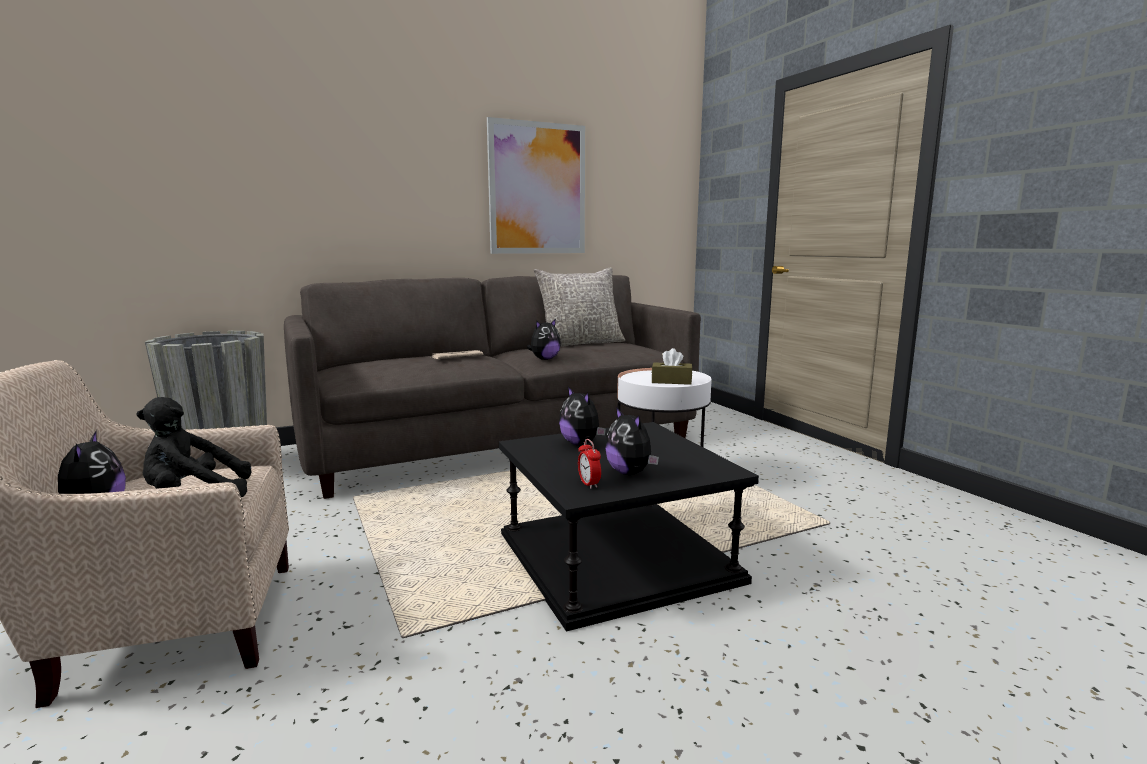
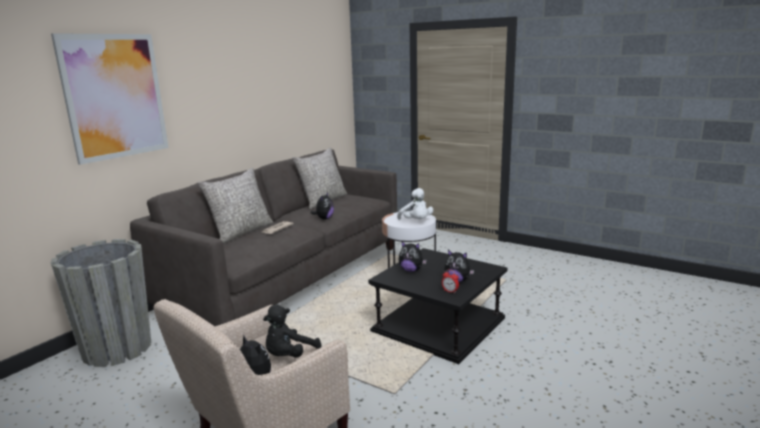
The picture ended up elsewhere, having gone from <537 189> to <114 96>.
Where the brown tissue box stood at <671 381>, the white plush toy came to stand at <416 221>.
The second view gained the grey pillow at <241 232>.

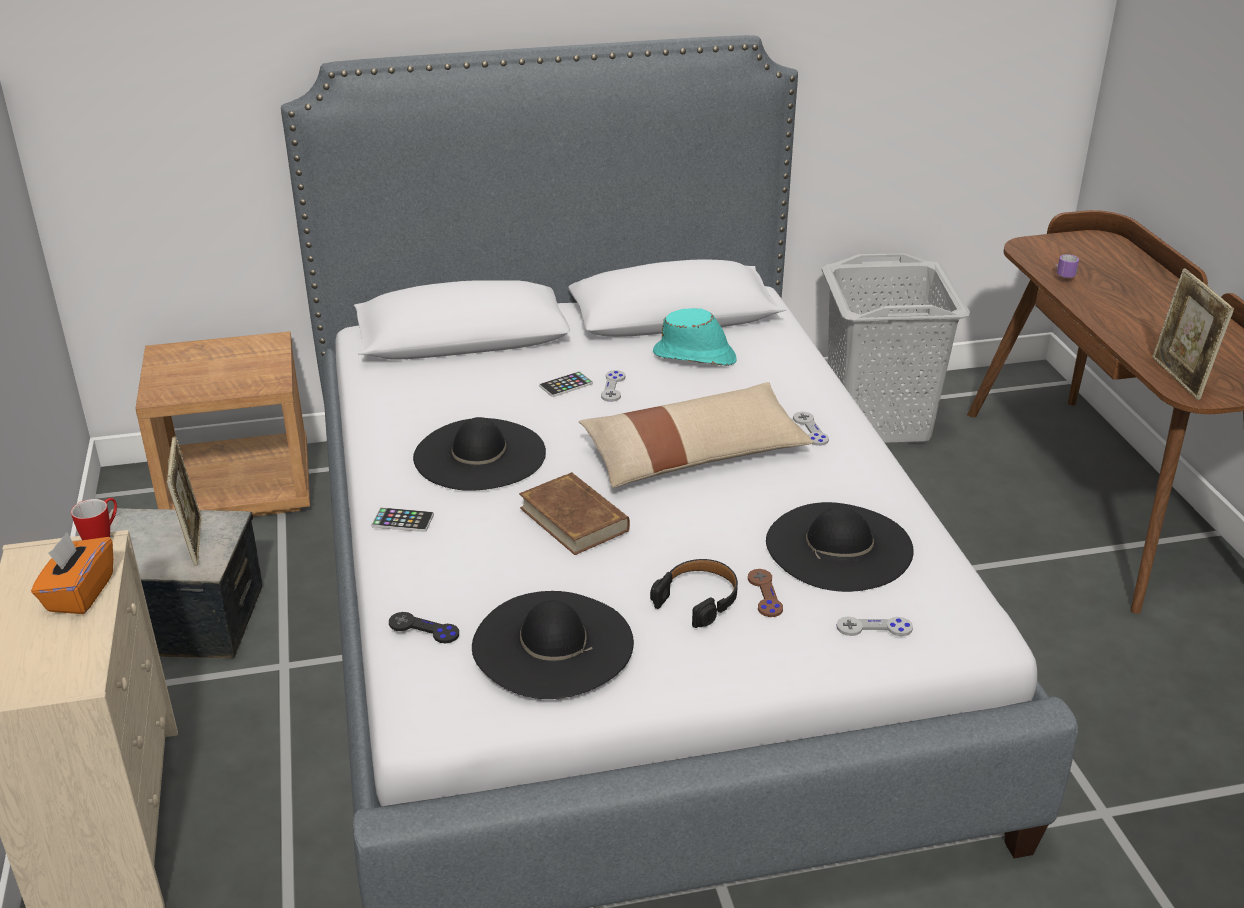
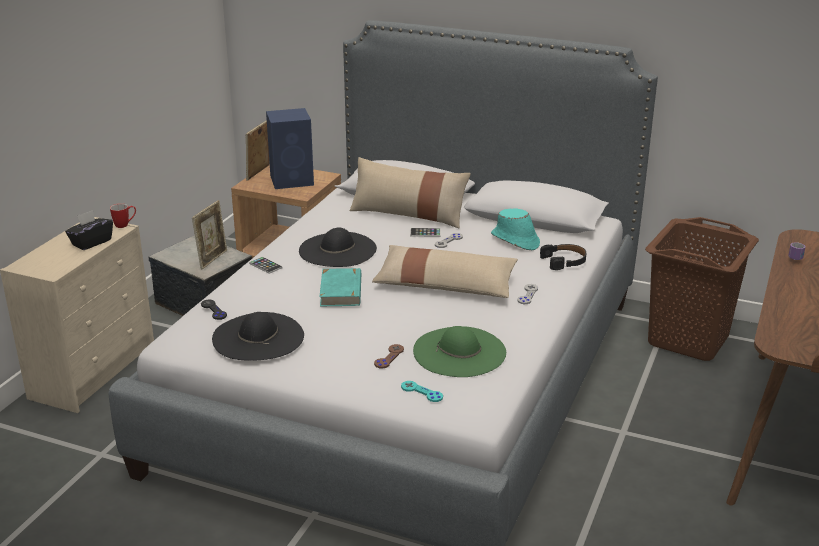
What was the grey laundry basket at <878 421> turned into the brown laundry basket at <689 339>.
The picture frame ended up elsewhere, having gone from <1179 378> to <259 173>.
What was the brown book at <574 519> turned into the turquoise book at <341 291>.
What was the black hat at <839 546> turned into the green hat at <459 352>.
What was the orange tissue box at <79 593> turned into the black tissue box at <91 242>.
The black headphones ended up elsewhere, having gone from <698 599> to <564 261>.
What was the grey game controller at <874 628> turned into the turquoise game controller at <421 392>.
The second view gained the blue speaker at <293 180>.
The second view gained the beige pillow at <408 214>.

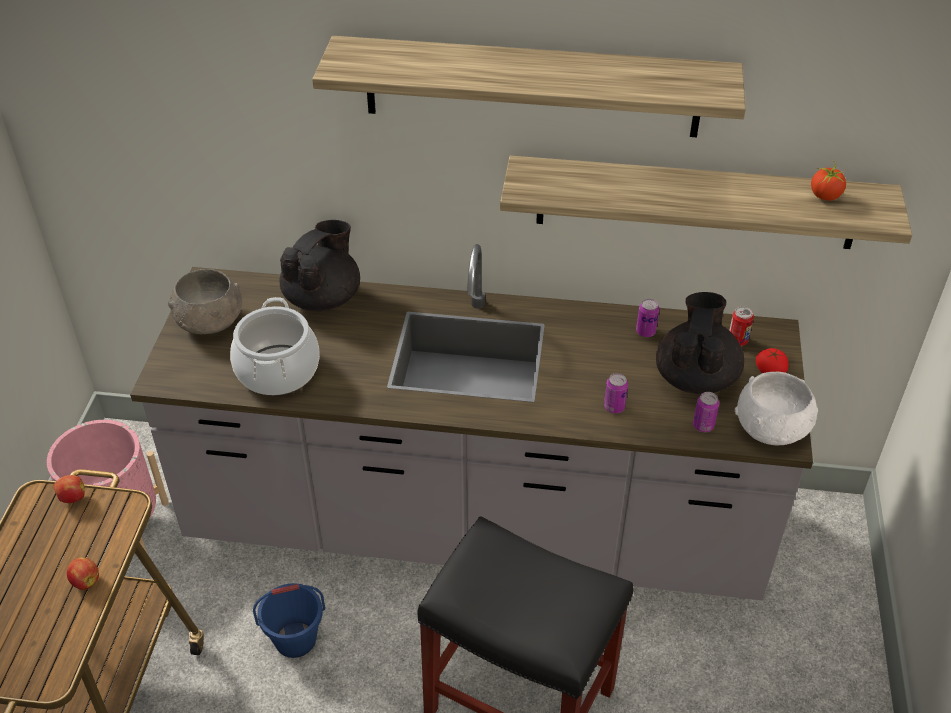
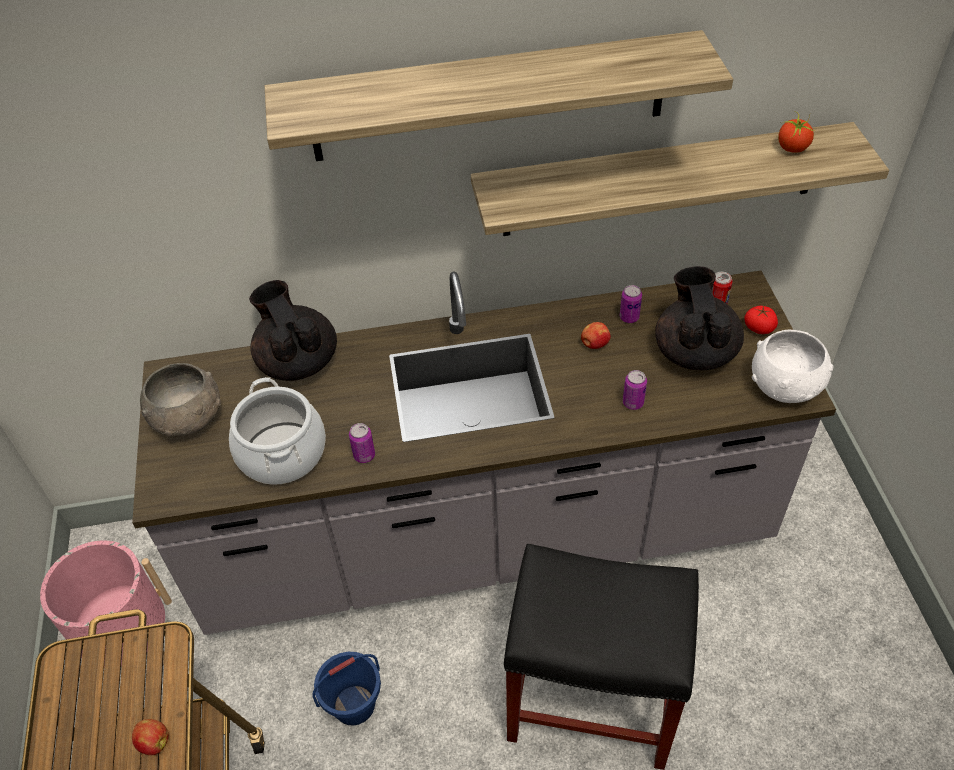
The black teapot at <323 298> ended up facing another way, 45 degrees counterclockwise from before.
The can ended up elsewhere, having gone from <703 426> to <364 455>.
The apple ended up elsewhere, having gone from <72 498> to <594 344>.

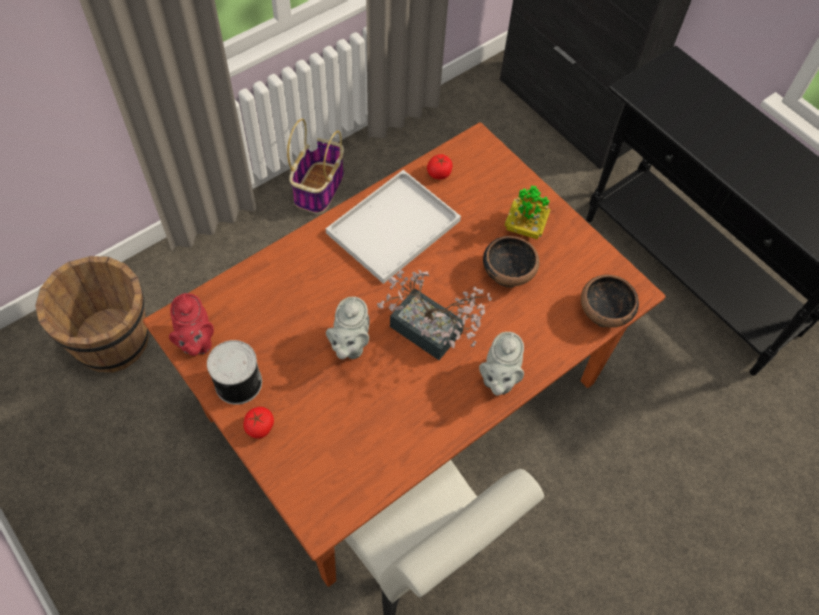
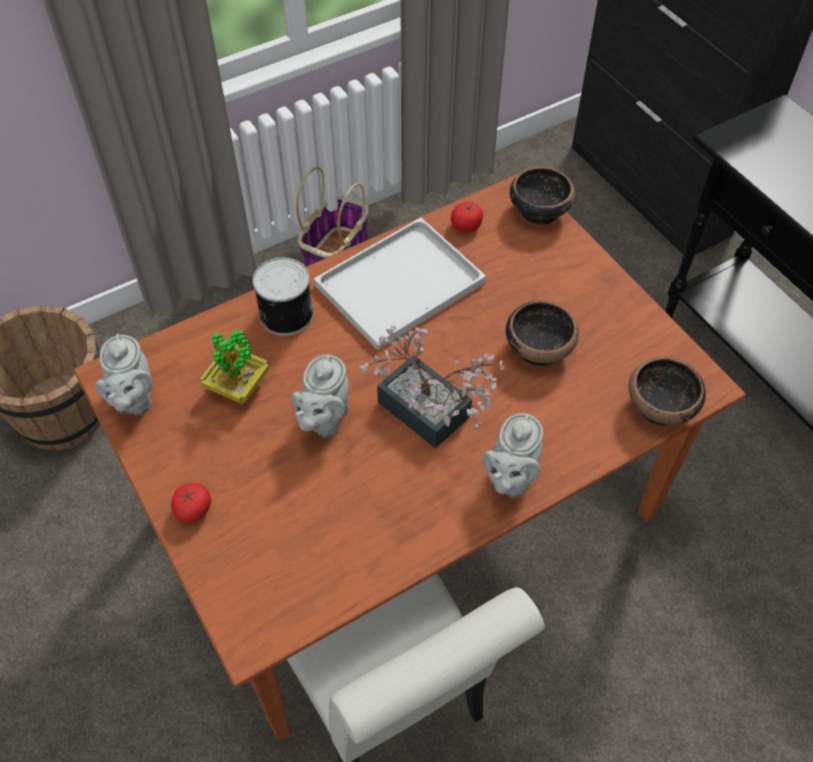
The potted plant ended up elsewhere, having gone from <525 227> to <238 386>.
What was the red teapot at <196 341> turned into the grey teapot at <133 400>.
The can ended up elsewhere, having gone from <237 383> to <285 314>.
The second view gained the bowl at <538 211>.

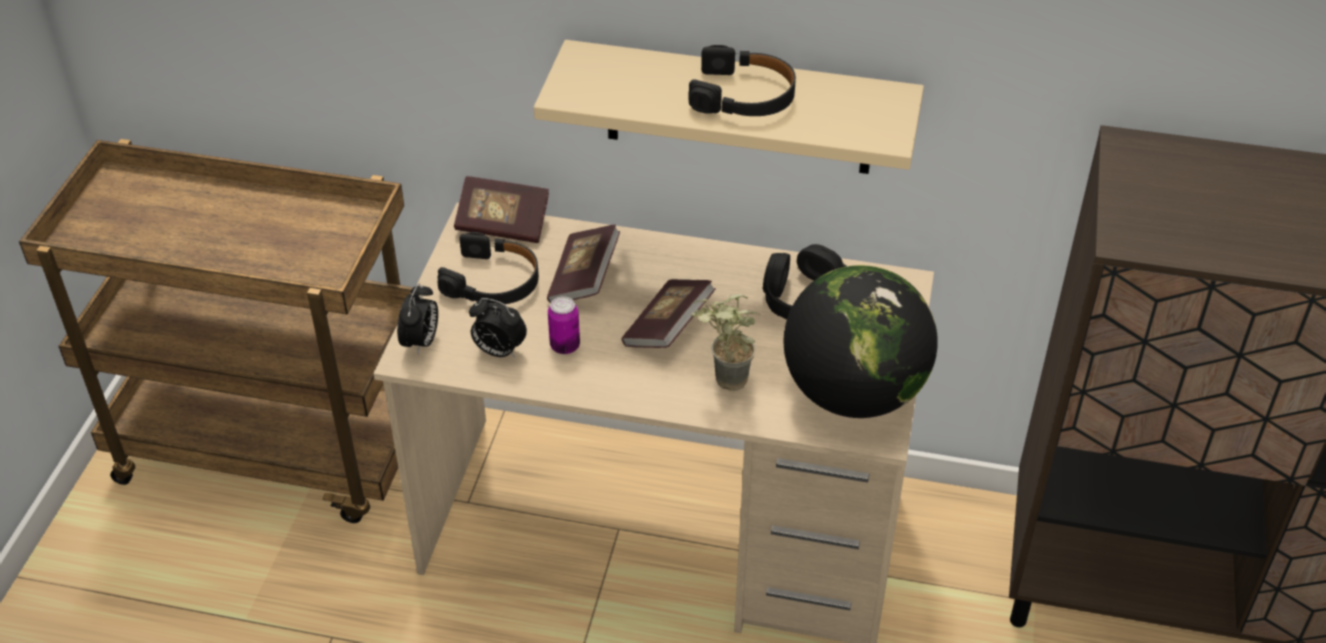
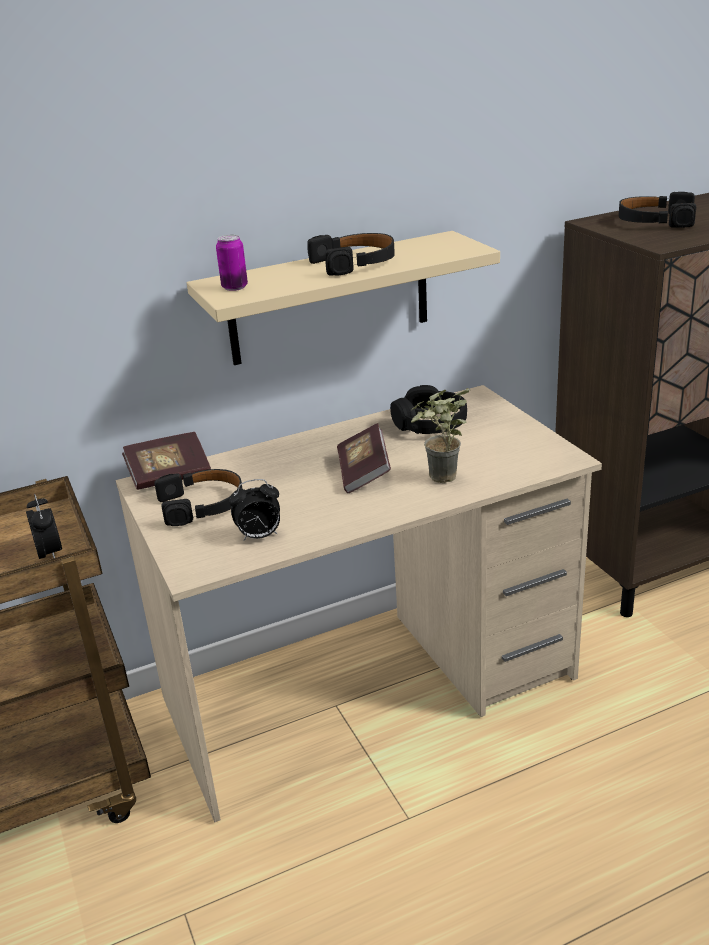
The second view lost the book at <584 279>.
The second view lost the globe at <853 393>.
The alarm clock ended up elsewhere, having gone from <421 342> to <50 554>.
The can ended up elsewhere, having gone from <565 346> to <234 287>.
The second view gained the black headphones at <655 221>.

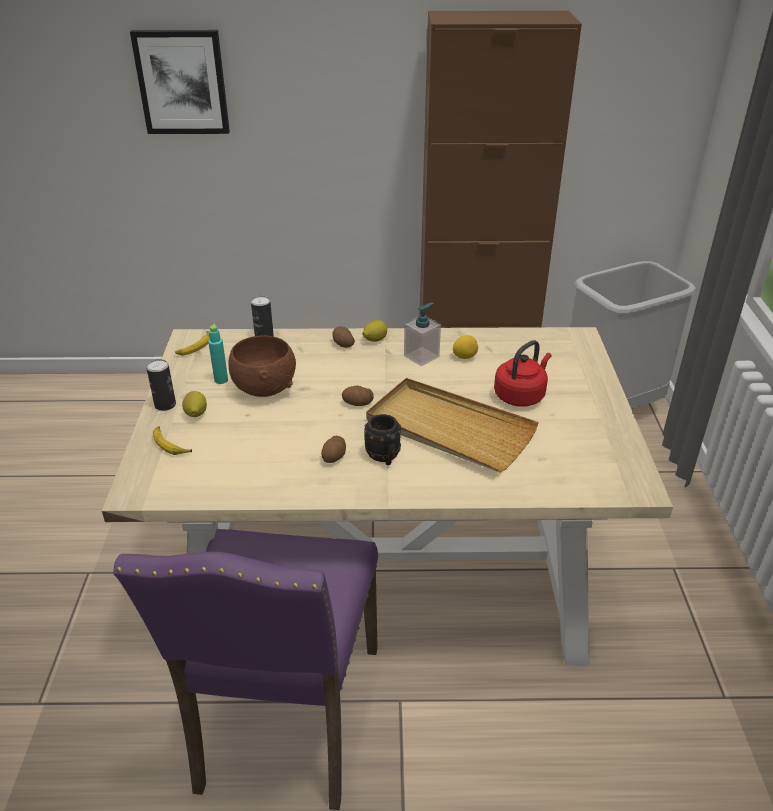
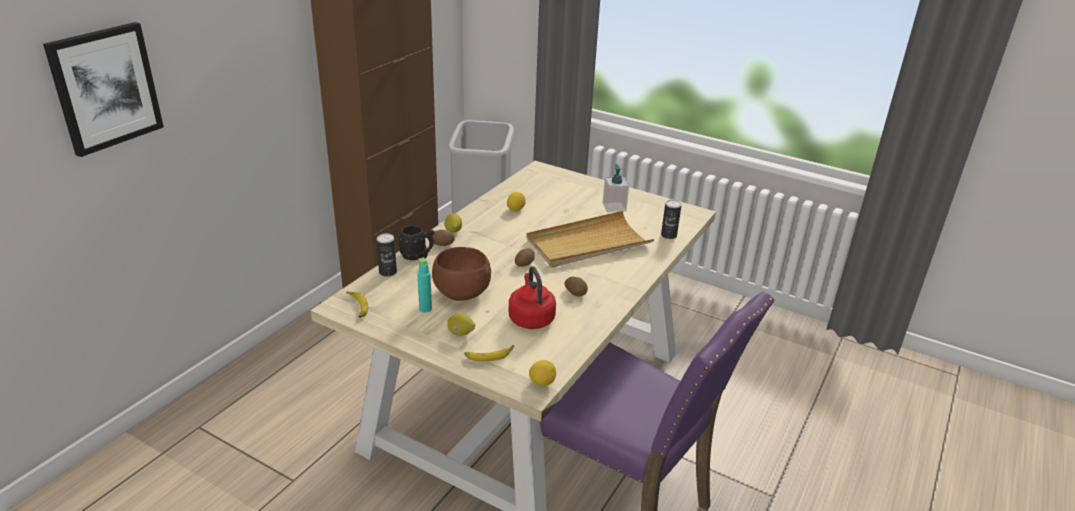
The soap dispenser ended up elsewhere, having gone from <421 356> to <614 207>.
The red kettle ended up elsewhere, having gone from <521 395> to <531 318>.
The can ended up elsewhere, having gone from <165 405> to <668 235>.
The black mug ended up elsewhere, having gone from <384 457> to <417 256>.
The second view gained the lemon at <542 382>.

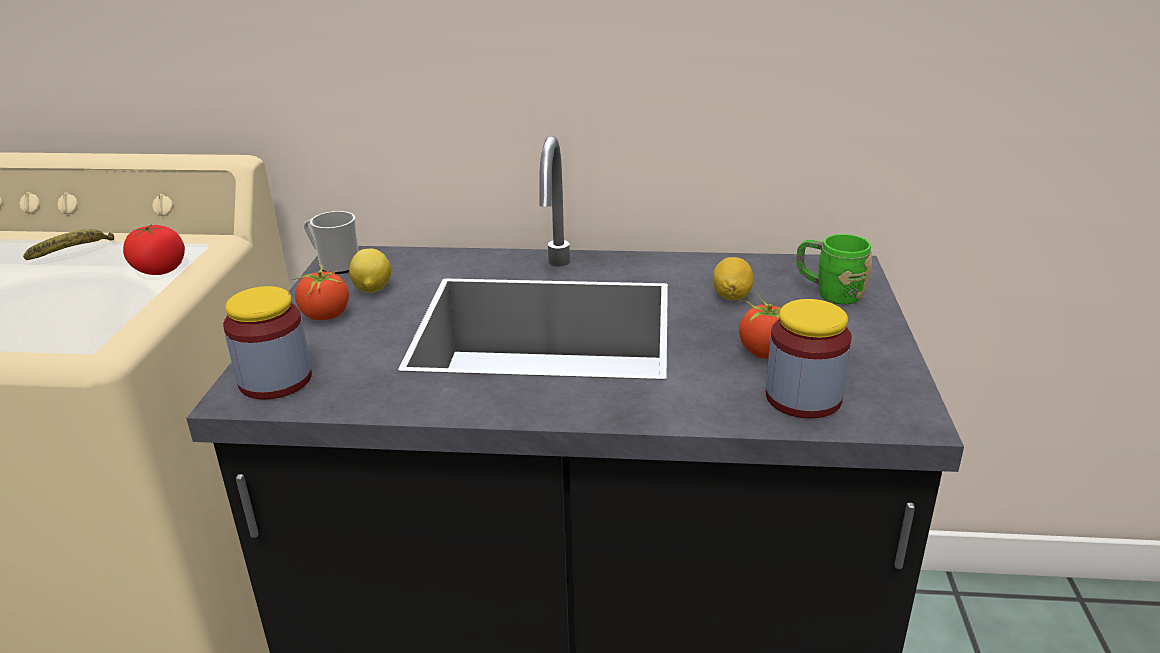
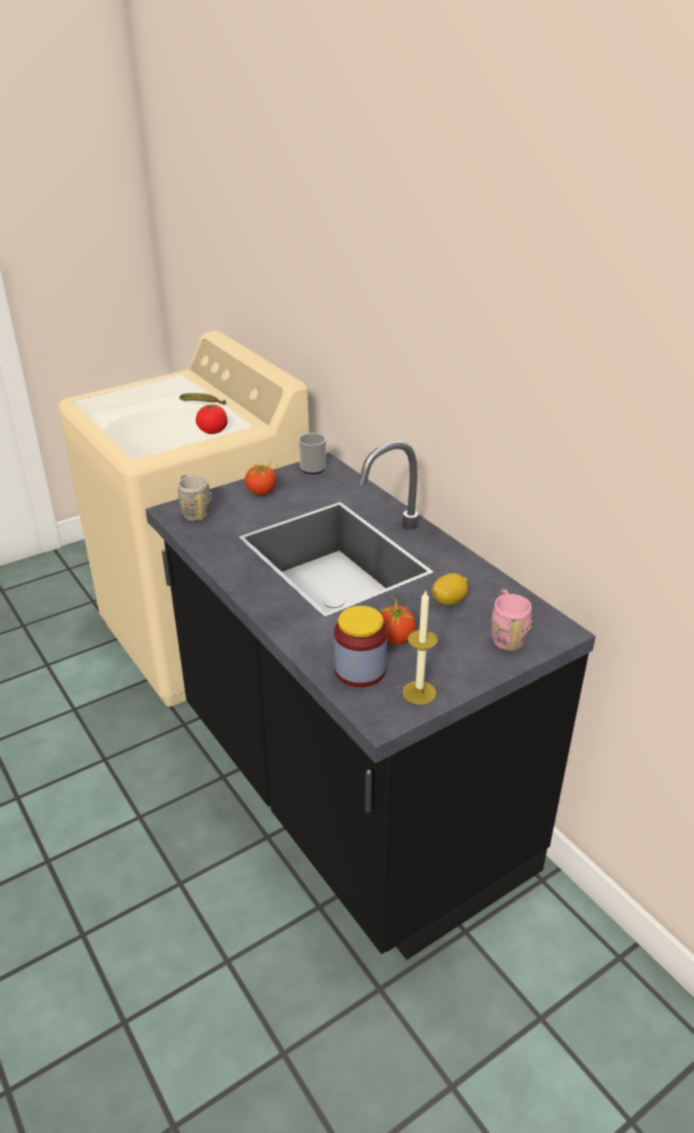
What was the green mug at <829 293> turned into the pink mug at <506 635>.
The second view lost the lemon at <372 289>.
Where the jar stood at <275 380>, the grey mug came to stand at <194 511>.
The second view gained the candle at <419 692>.

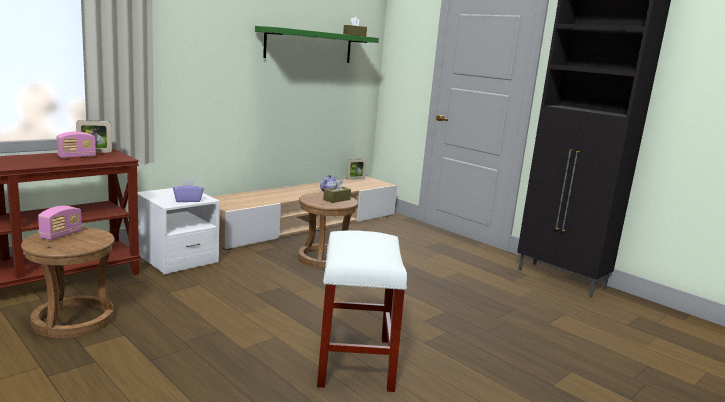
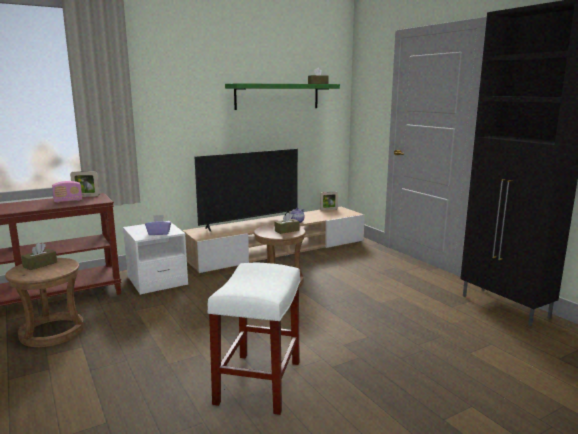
Where the radio stood at <61 235>, the brown tissue box came to stand at <40 264>.
The second view gained the television at <250 223>.

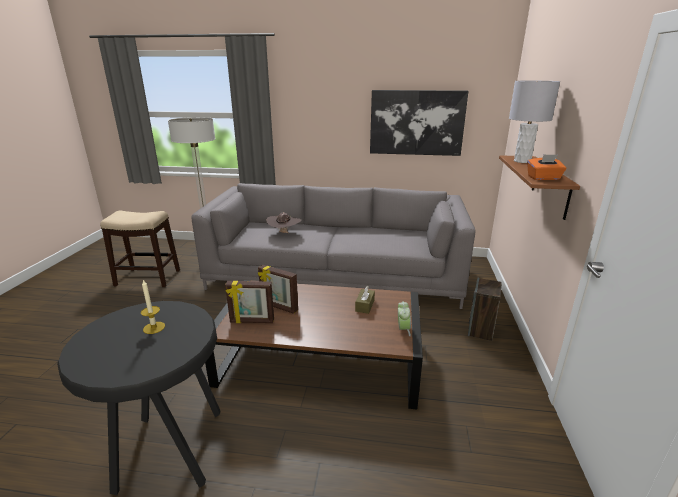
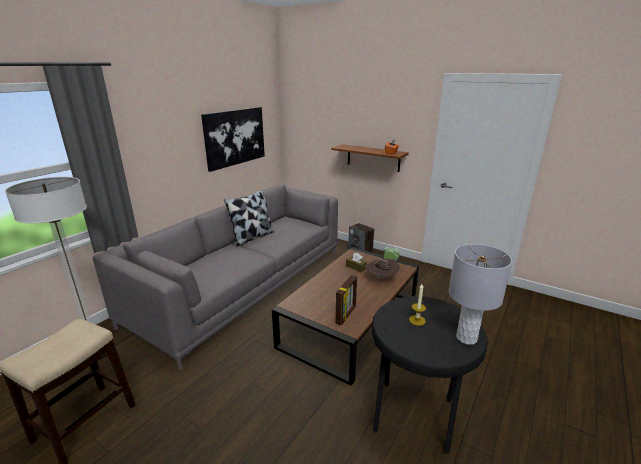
The grey table lamp ended up elsewhere, having gone from <522 161> to <466 338>.
The brown hat ended up elsewhere, having gone from <284 233> to <381 279>.
The second view lost the picture frame at <279 307>.
The second view gained the pillow at <252 237>.

